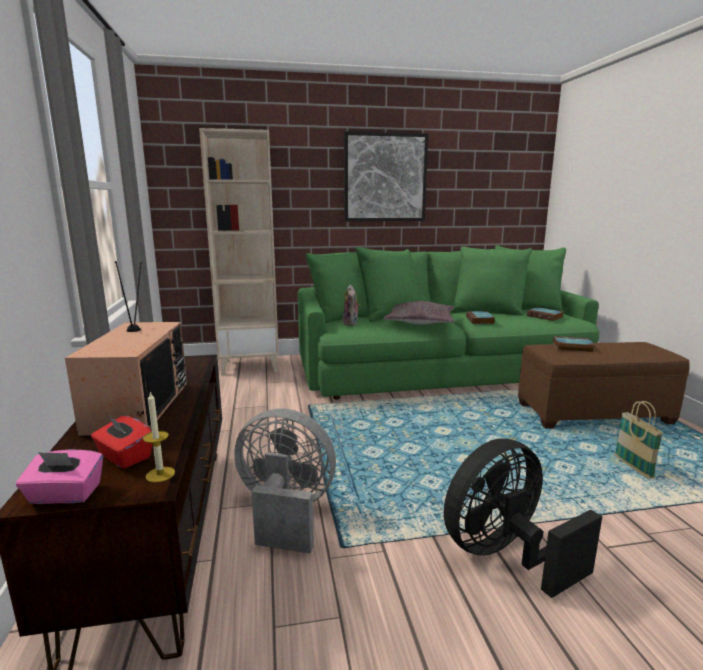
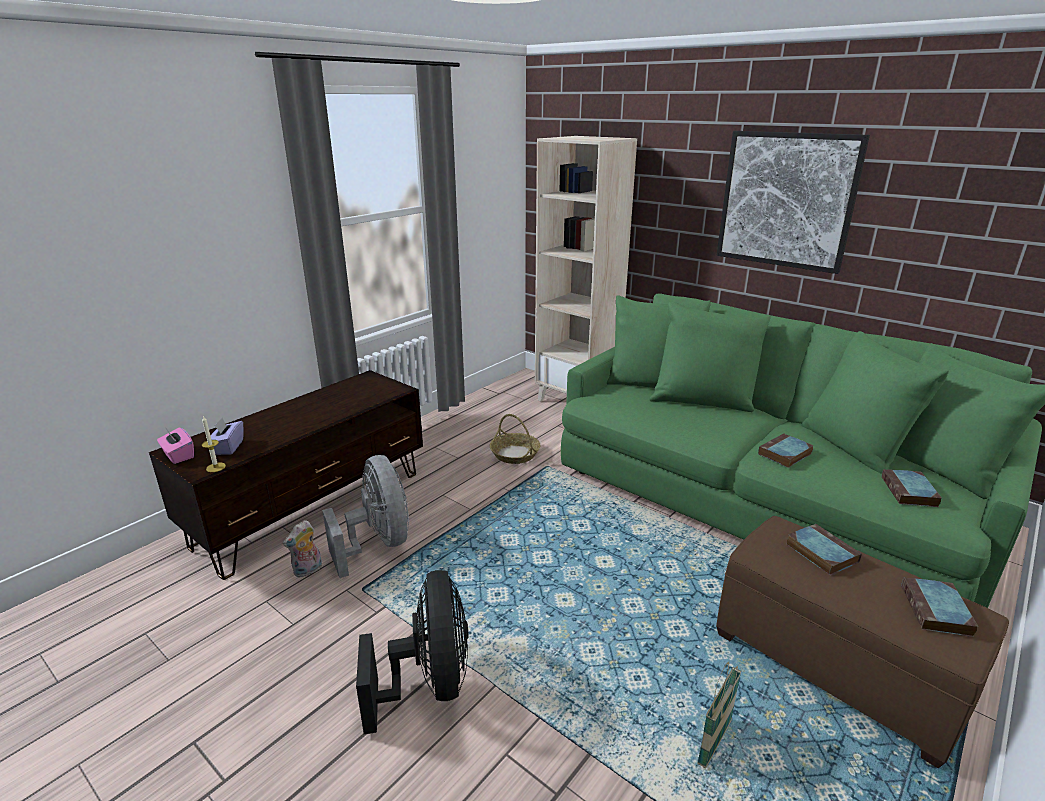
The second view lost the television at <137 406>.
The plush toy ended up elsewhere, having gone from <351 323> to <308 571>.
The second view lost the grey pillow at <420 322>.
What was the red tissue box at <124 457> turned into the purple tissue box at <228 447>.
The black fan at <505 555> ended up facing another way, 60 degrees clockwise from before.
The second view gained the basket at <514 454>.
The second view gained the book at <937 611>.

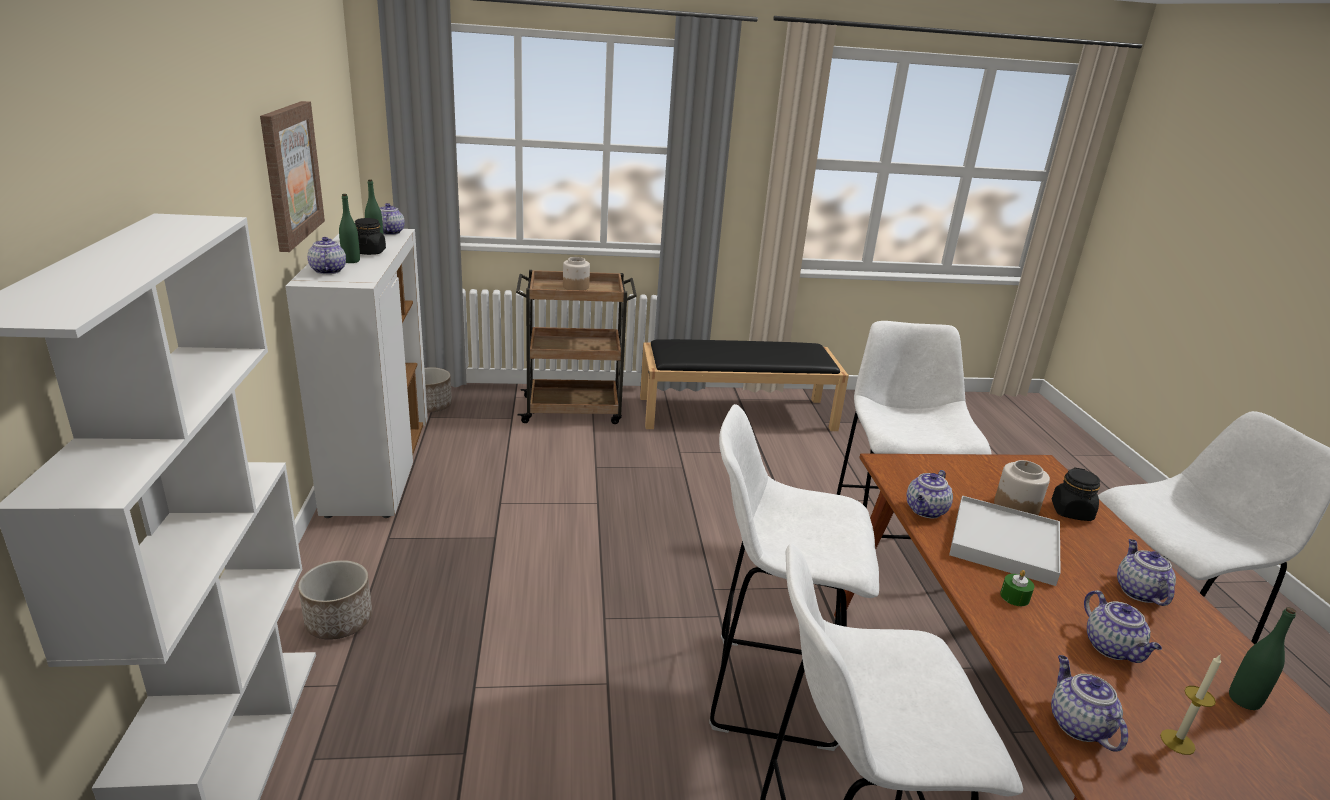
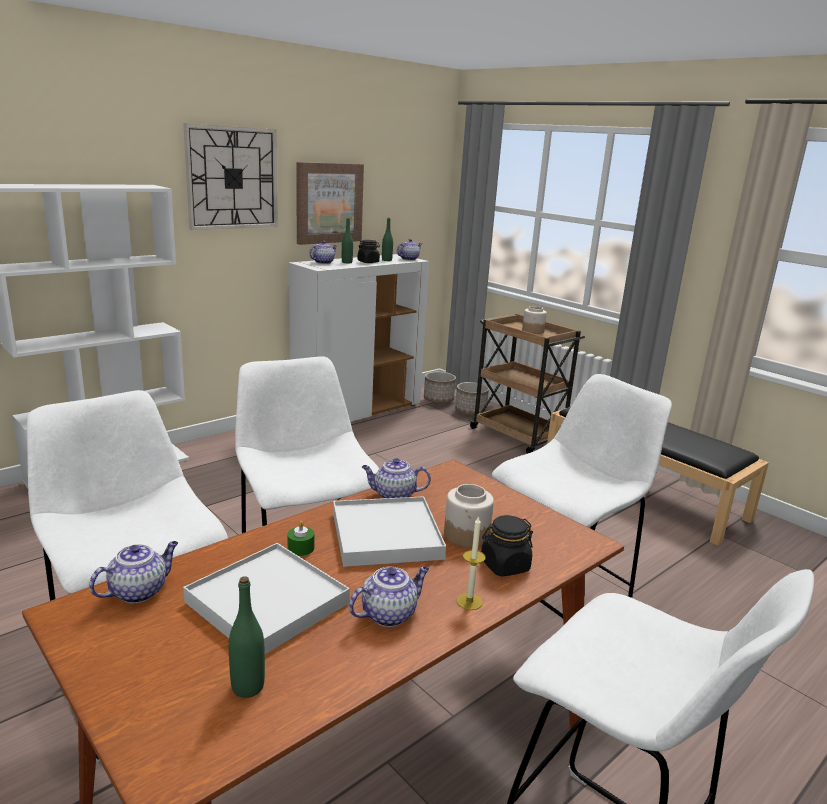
The planter ended up elsewhere, having gone from <339 621> to <470 411>.
Where the teapot stood at <1112 648>, the white tray came to stand at <267 603>.
The candle ended up elsewhere, having gone from <1177 742> to <469 601>.
The second view gained the wall clock at <232 178>.

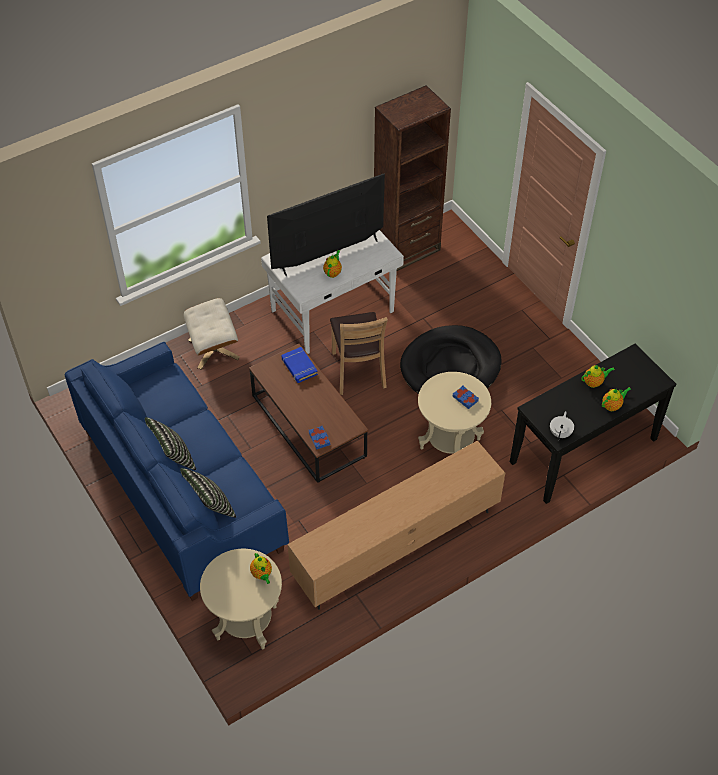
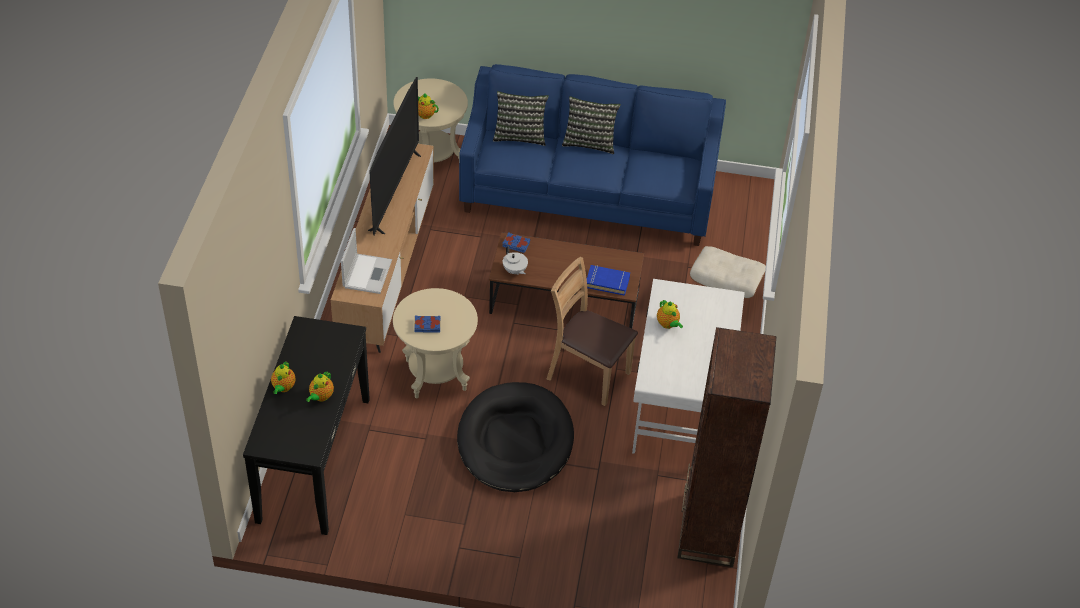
The television ended up elsewhere, having gone from <329 253> to <395 192>.
The white teapot ended up elsewhere, having gone from <560 433> to <514 271>.
The second view gained the laptop at <367 273>.

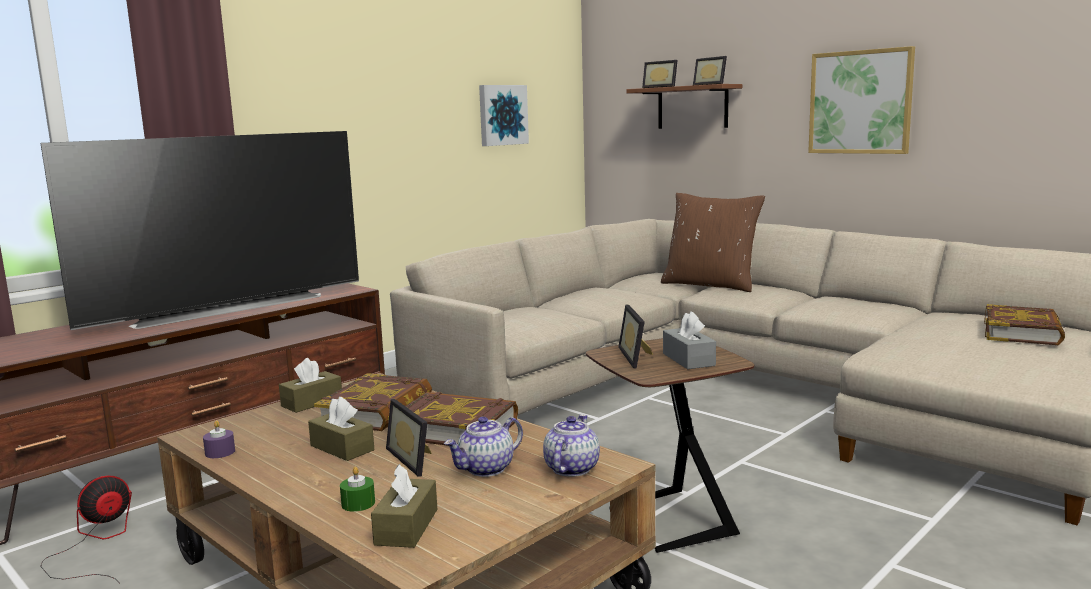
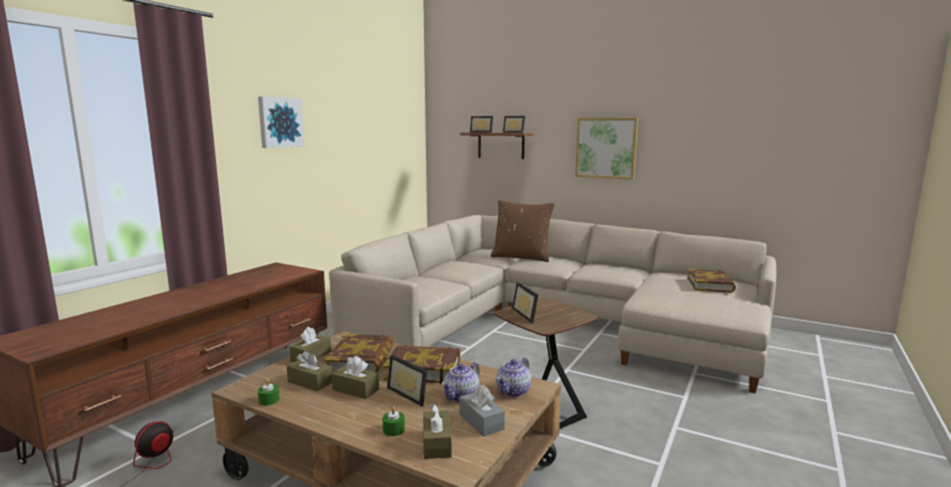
The picture ended up elsewhere, having gone from <502 115> to <280 122>.
The second view lost the television at <226 307>.
The grey tissue box ended up elsewhere, having gone from <688 359> to <481 422>.
The teapot at <571 468> ended up facing another way, 150 degrees counterclockwise from before.
What was the purple candle at <220 452> turned into the green candle at <269 400>.
The second view gained the brown tissue box at <310 382>.

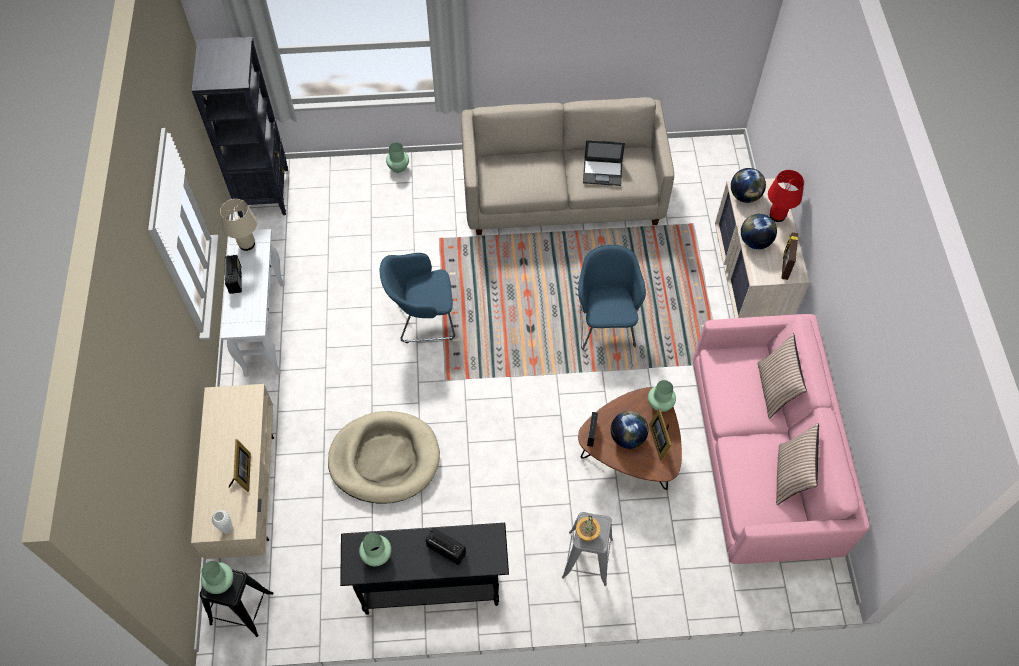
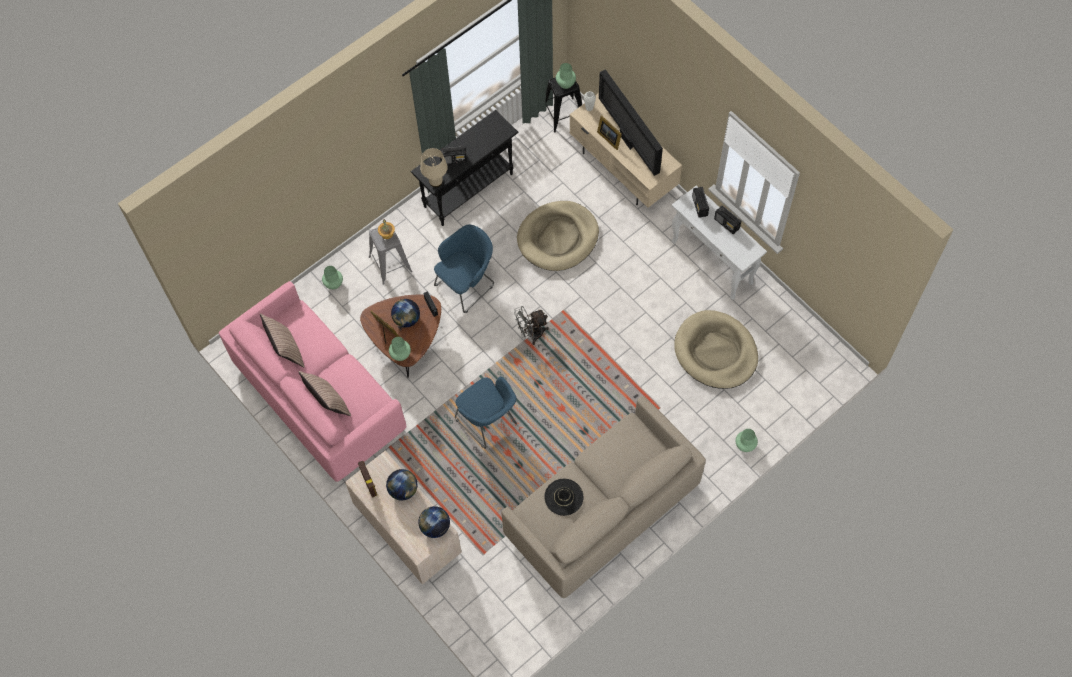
The second view lost the black bookcase at <264 192>.
Where the laptop stood at <603 172>, the black hat came to stand at <564 497>.
The second view lost the red table lamp at <777 215>.
The beige table lamp ended up elsewhere, having gone from <247 243> to <436 182>.
The blue armchair ended up elsewhere, having gone from <422 319> to <467 284>.
The green vase ended up elsewhere, having gone from <377 556> to <333 283>.
The second view gained the television at <627 141>.
The second view gained the radio at <699 206>.
The second view gained the grey fan at <531 334>.
The second view gained the beige dog bed at <715 352>.

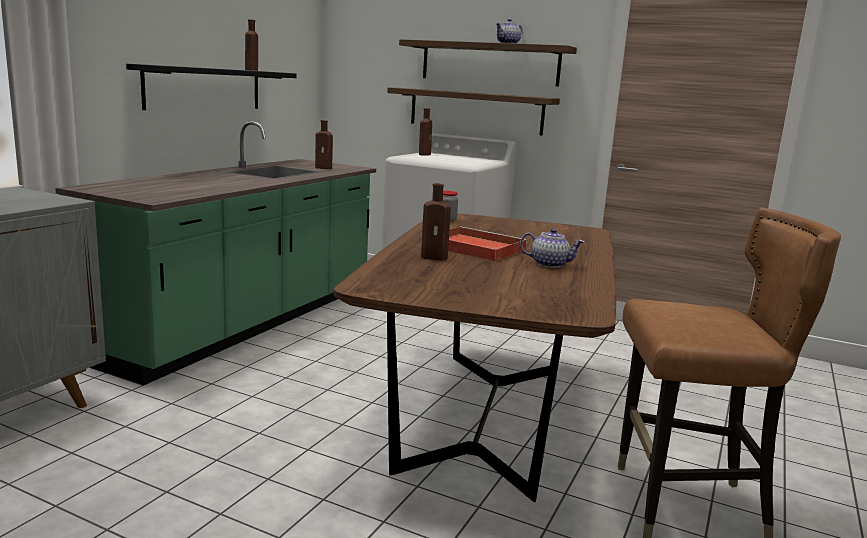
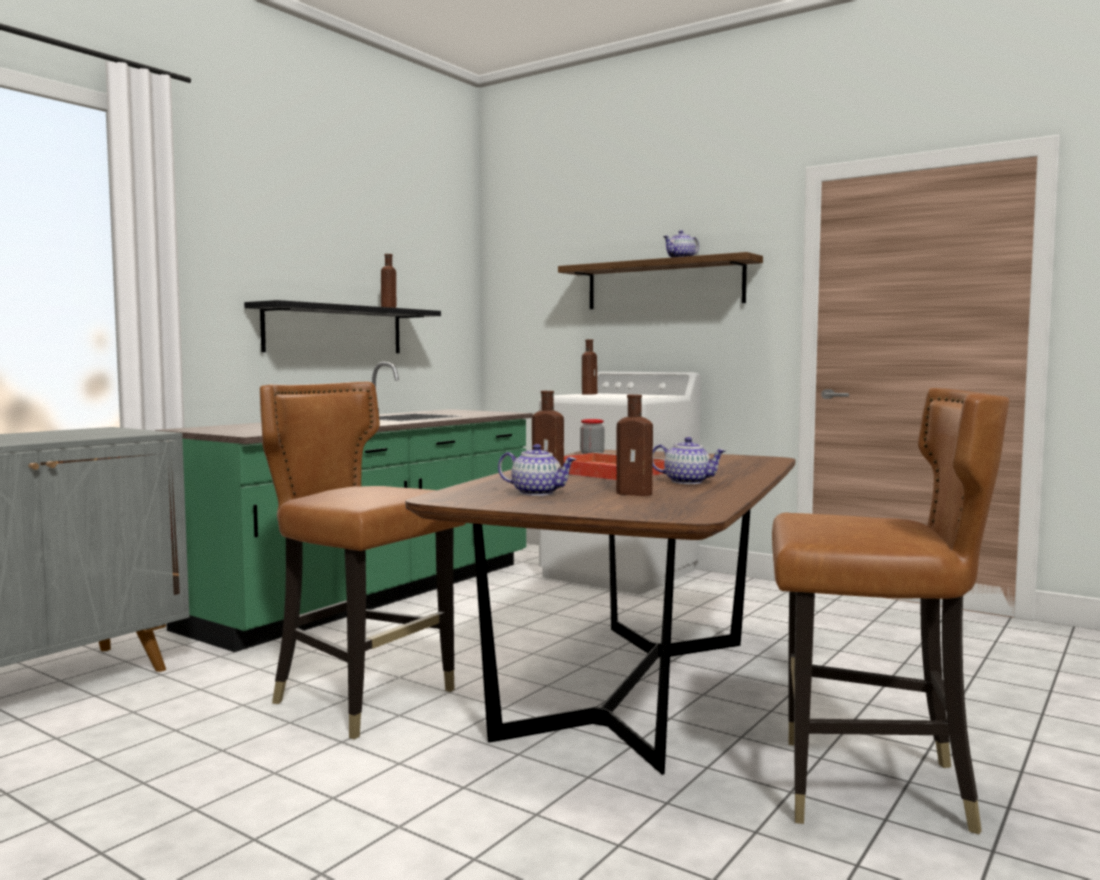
The second view lost the shelf at <475 111>.
The brown bottle ended up elsewhere, having gone from <324 168> to <636 494>.
The second view gained the brown chair at <364 700>.
The second view gained the teapot at <537 493>.

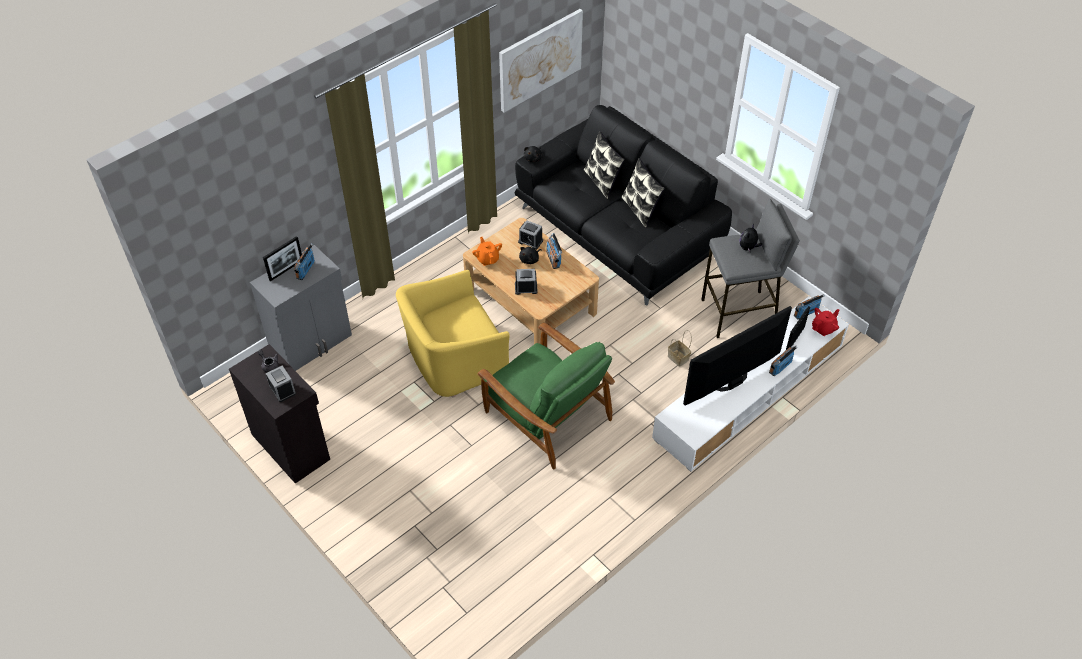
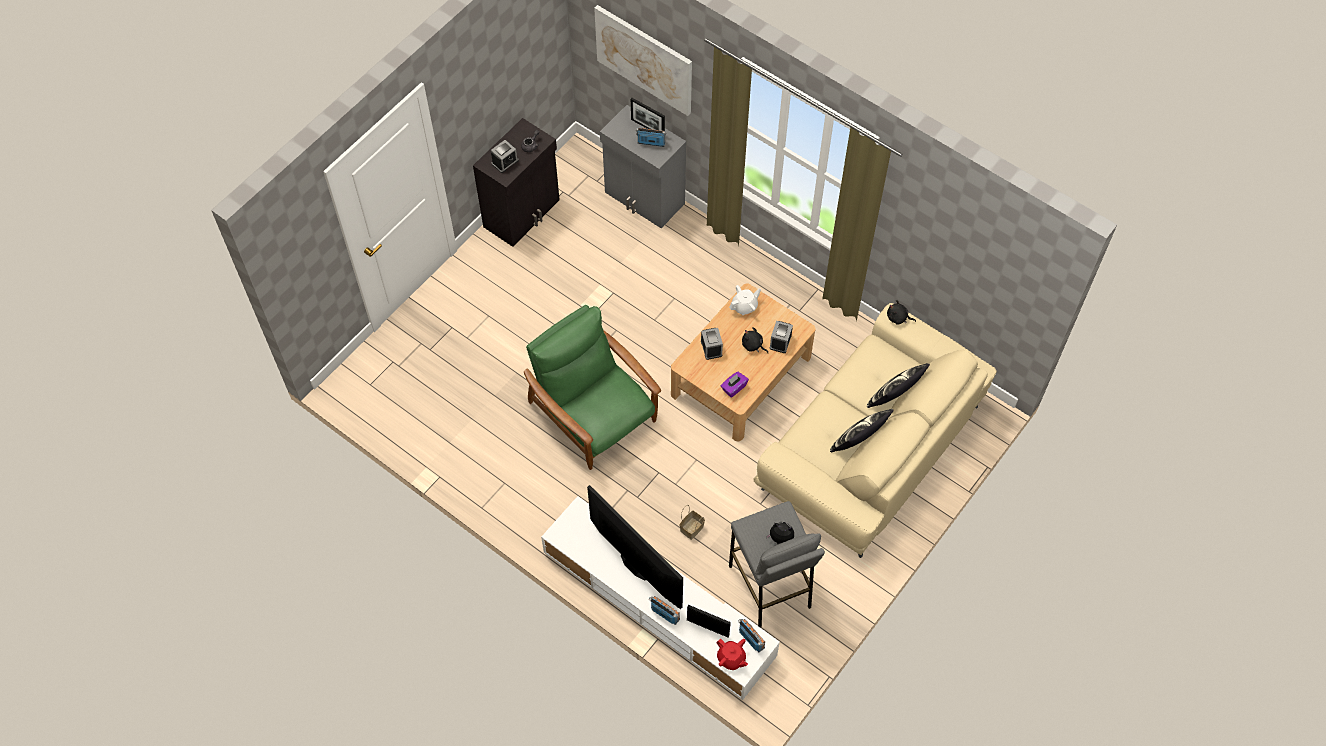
The picture ended up elsewhere, having gone from <540 59> to <644 59>.
What was the black sofa at <618 231> turned into the beige sofa at <870 447>.
The second view lost the radio at <553 259>.
What was the orange teapot at <487 259> turned into the white teapot at <744 306>.
The second view lost the yellow armchair at <454 359>.
The green armchair at <546 414> ended up facing another way, 105 degrees clockwise from before.
The second view gained the purple tissue box at <734 388>.

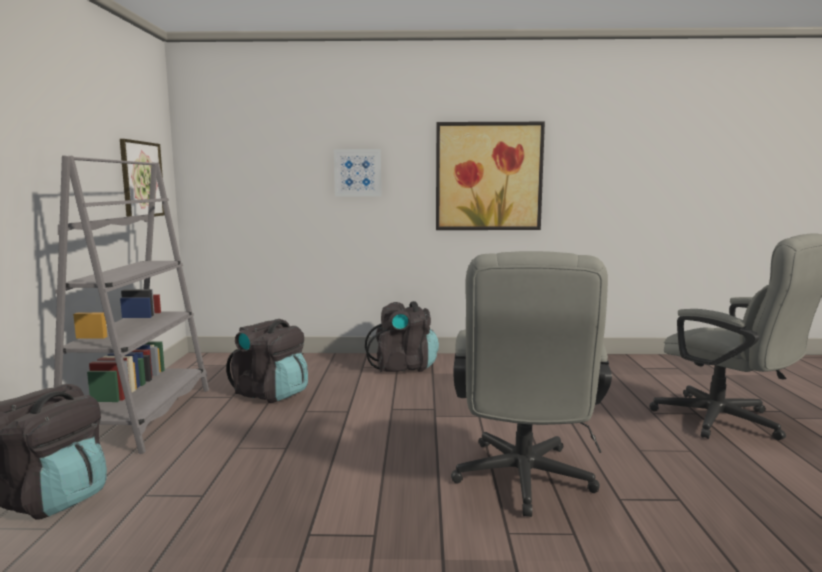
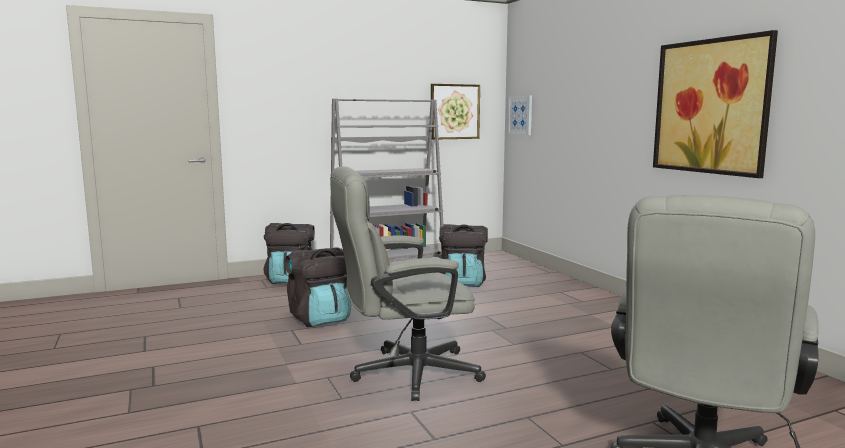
The picture ended up elsewhere, having gone from <357 173> to <520 115>.
The black backpack ended up elsewhere, having gone from <403 367> to <320 319>.

